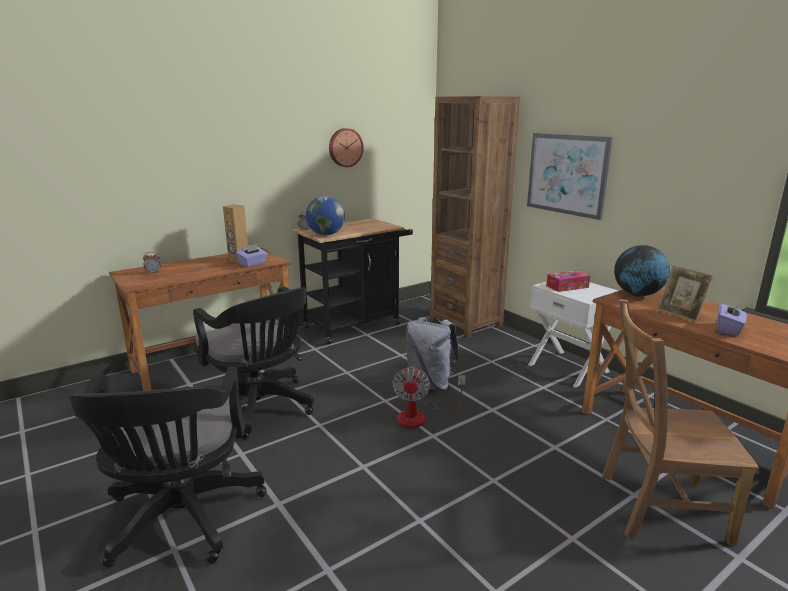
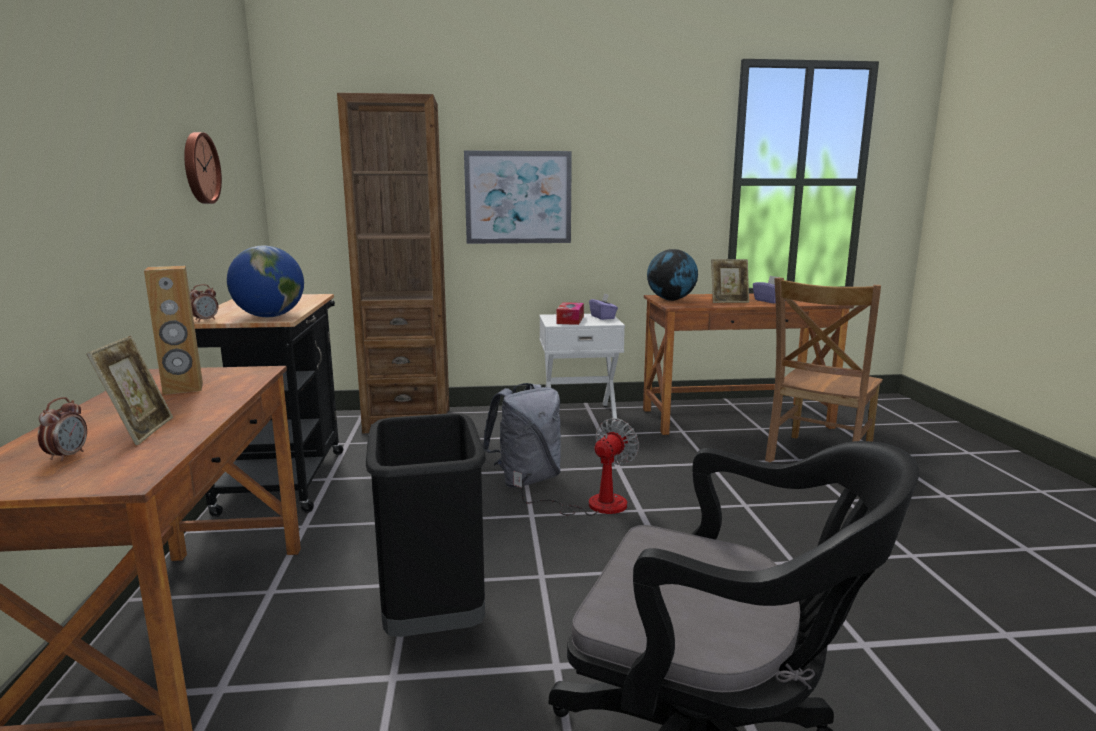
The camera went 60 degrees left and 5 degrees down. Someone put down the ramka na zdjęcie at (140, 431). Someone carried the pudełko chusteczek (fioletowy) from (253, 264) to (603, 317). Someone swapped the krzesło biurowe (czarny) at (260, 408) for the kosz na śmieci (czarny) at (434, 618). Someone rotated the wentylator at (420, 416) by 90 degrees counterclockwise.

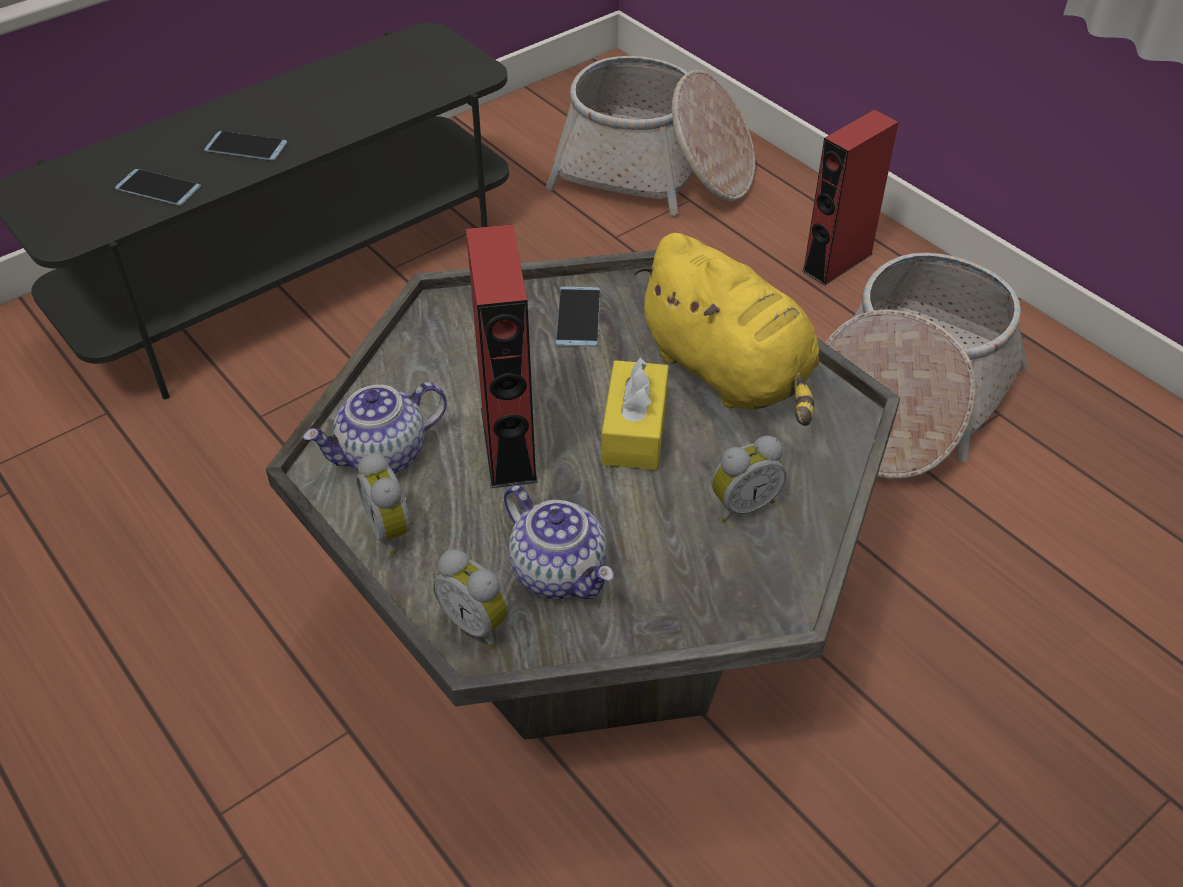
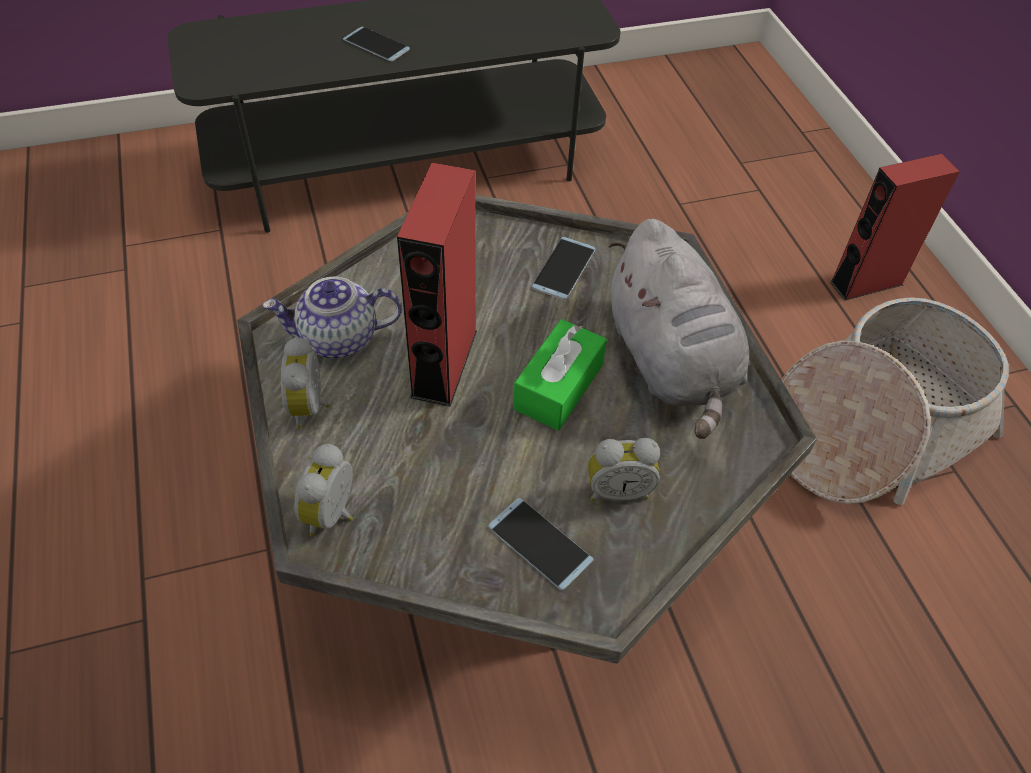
The camera went 20 degrees right and 5 degrees up. Someone took away the imbryk at (560, 572). Someone took away the koszyk at (654, 172). Someone carried the telefon from (158, 188) to (539, 543). Someone repainted the pudełko chusteczek (żółty) at (634, 430), which became the pudełko chusteczek (zielony) at (558, 387). Someone repainted the pluszak (żółty) at (730, 373), which became the pluszak (szary) at (671, 362). Someone rotated the budzik at (477, 622) by 45 degrees clockwise.

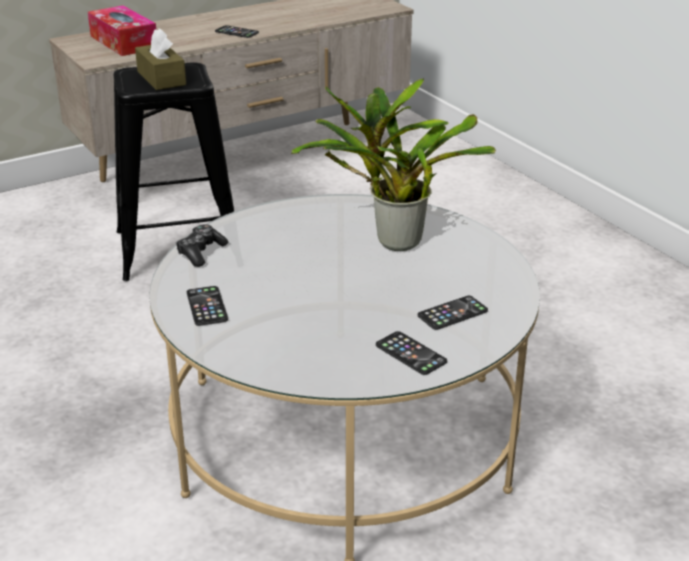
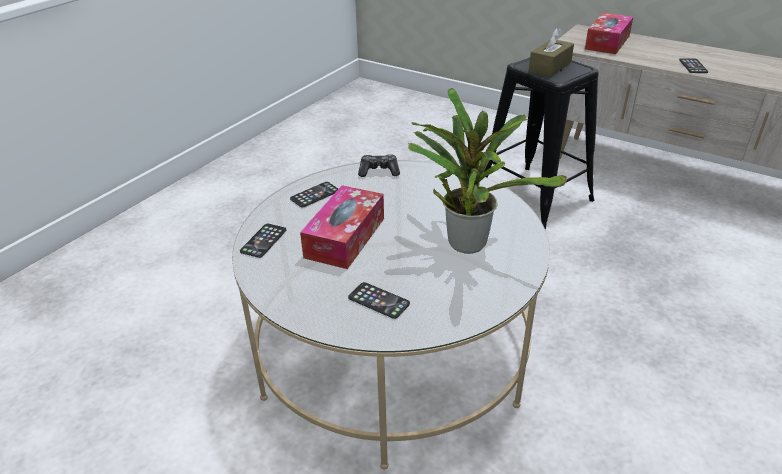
The camera went 65 degrees right and 5 degrees up. Someone put down the pudełko chusteczek at (345, 237). Someone carried the telefon from (410, 353) to (263, 241).

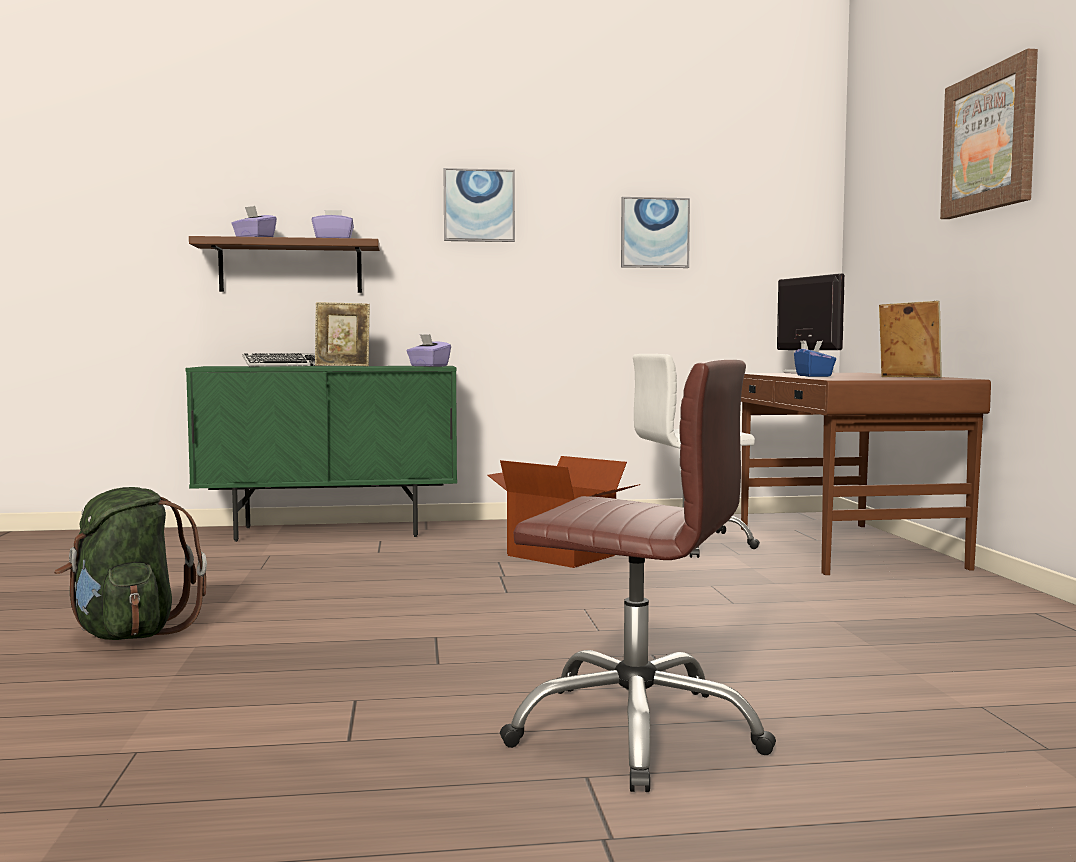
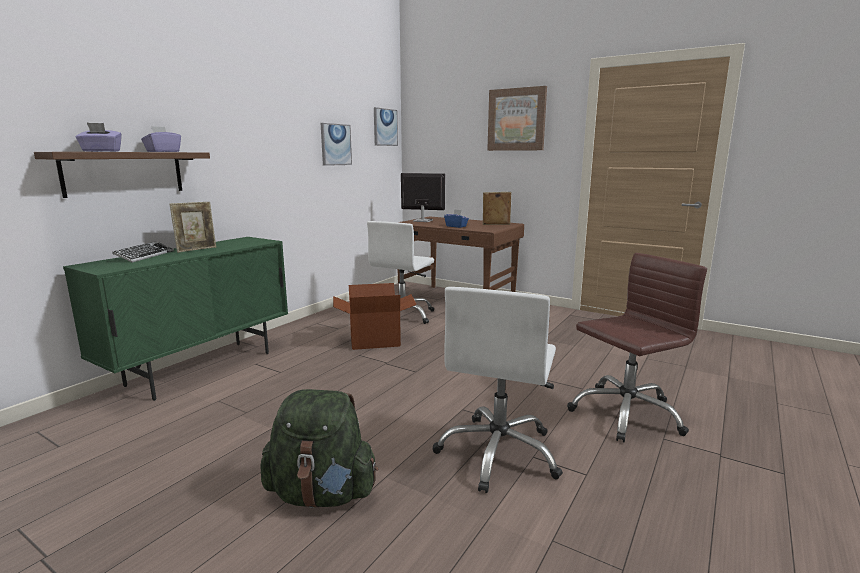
The camera went 50 degrees left and 10 degrees up. Someone took away the pudełko chusteczek (fioletowy) at (428, 366). Someone put down the krzesło biurowe (biały) at (499, 453). Someone carried the obraz from (479, 205) to (385, 127).

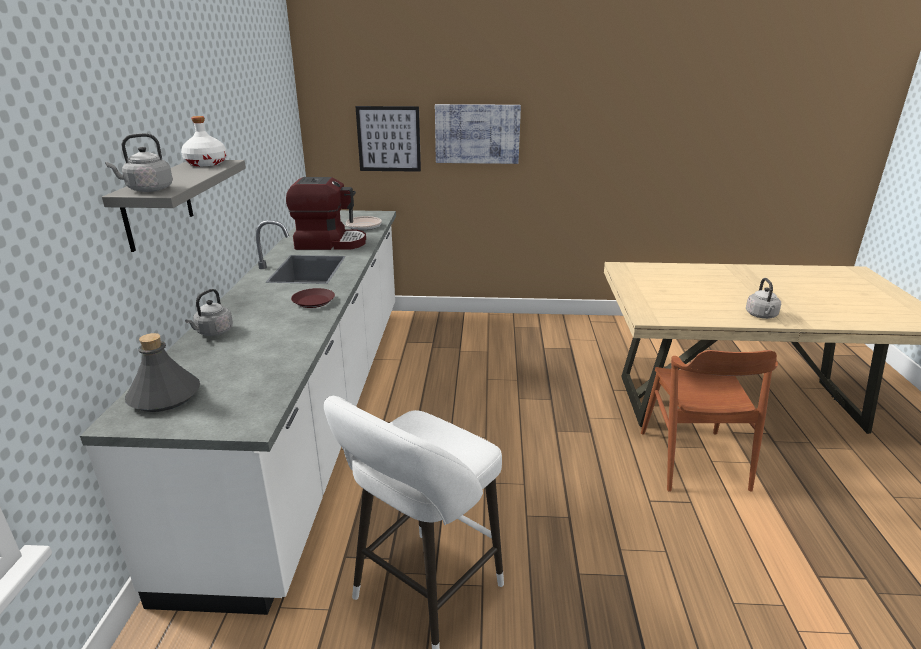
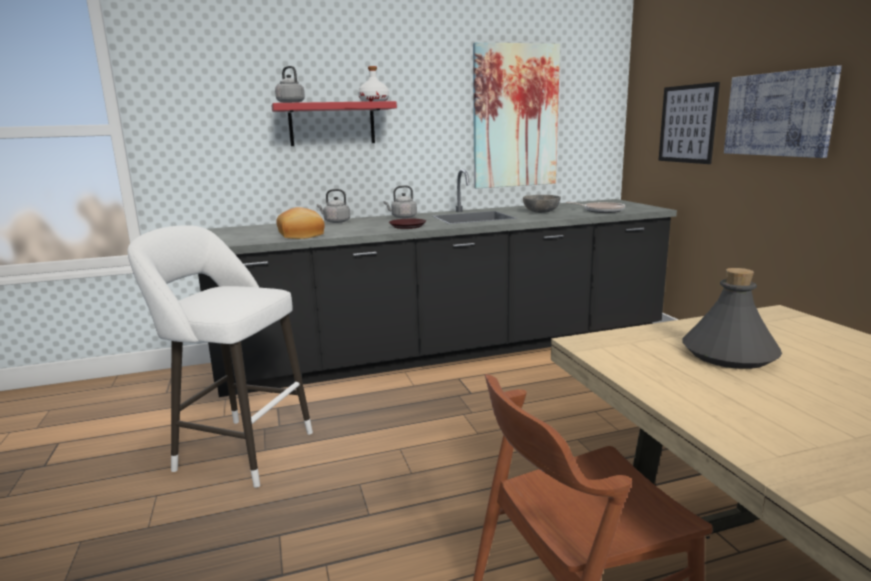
The camera went 70 degrees right and 10 degrees down. Someone put down the chleb at (302, 234). Someone put up the obraz at (515, 117). Someone carried the butelka (szary) from (164, 396) to (728, 354). Someone carried the czajnik (szary) from (761, 316) to (402, 217). Someone swapped the ekspres do kawy at (330, 243) for the miska (szary) at (541, 212). Someone repainted the zabudowa kuchenna (biały) at (315, 410), which became the zabudowa kuchenna (czarny) at (449, 349). Someone repainted the półka (szary) at (158, 204), which became the półka (czerwony) at (332, 124).

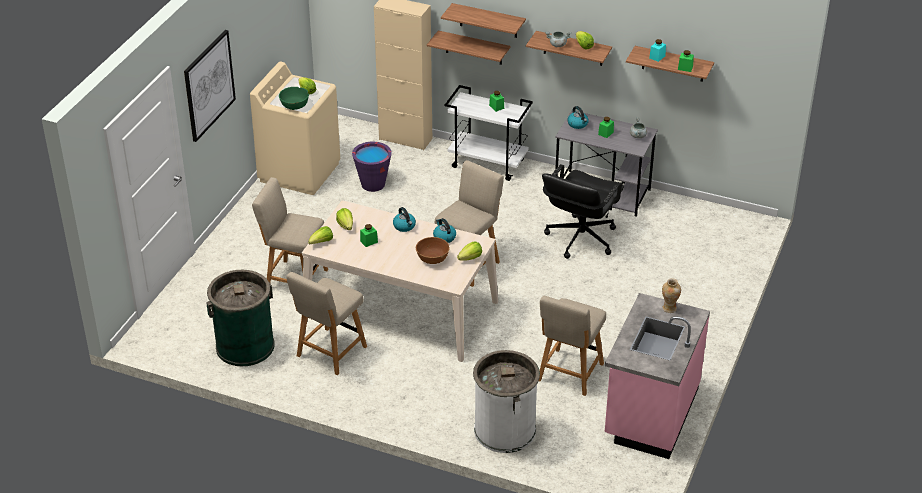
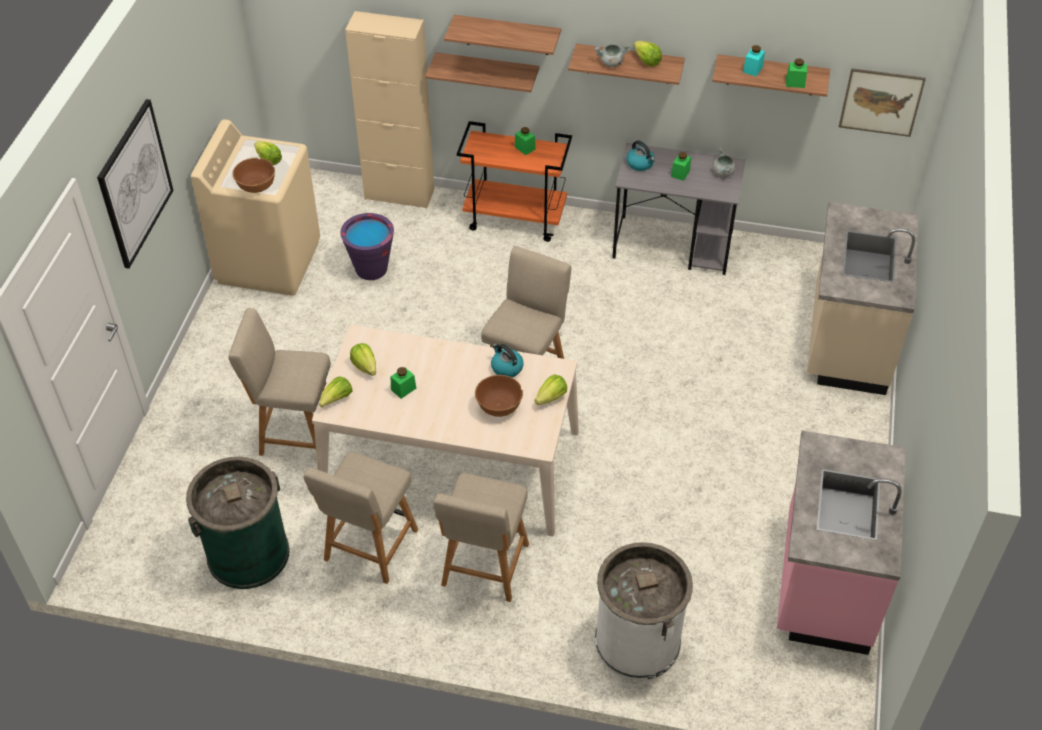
The camera went 10 degrees left and 10 degrees up. Someone took away the czajnik at (404, 226). Someone took away the krzesło biurowe (czarny) at (580, 238). Someone took away the wazon at (669, 308). Someone put down the zabudowa kuchenna (beżowy) at (846, 341). Someone put up the obraz at (881, 102). Someone carried the krzesło (beżowy) from (569, 374) to (484, 568). Someone repainted the miska (zielony) at (294, 106), which became the miska (brązowy) at (256, 186). Someone repainted the wózek (biały) at (488, 163), which became the wózek (pomarańczowy) at (516, 218).

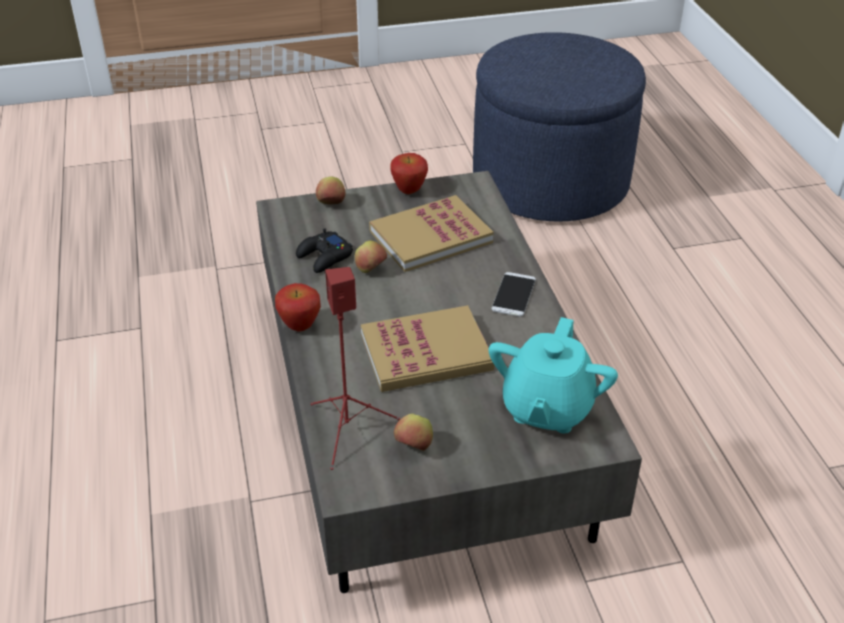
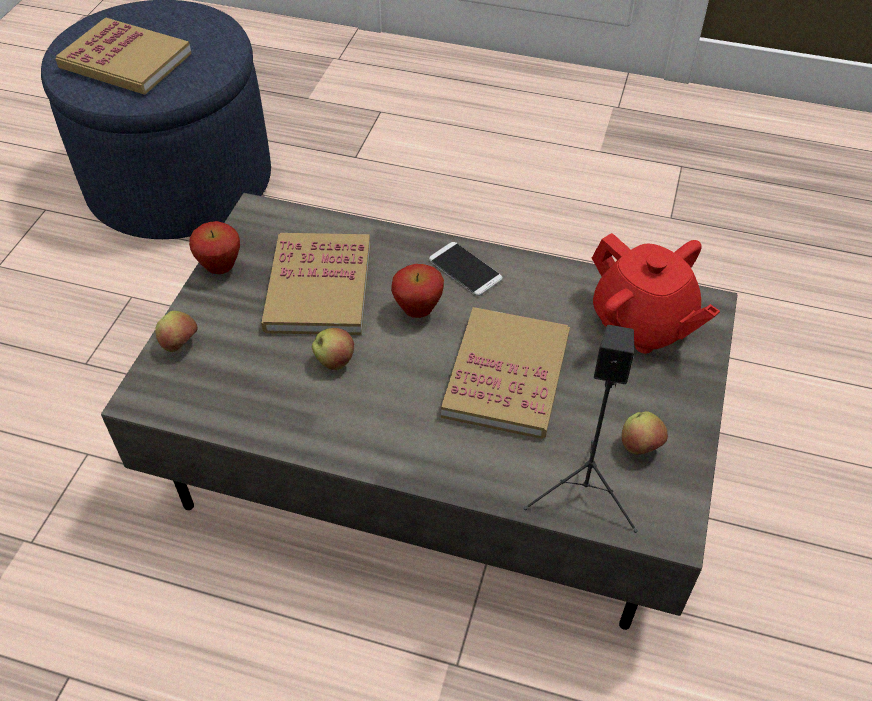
The camera went 60 degrees left and 10 degrees up. Someone took away the pad do gier (czarny) at (324, 257). Someone put down the książka at (125, 61). Someone carried the jabłko from (300, 326) to (418, 311). Someone repainted the głośnik (czerwony) at (347, 431), which became the głośnik (czarny) at (585, 493). Someone repainted the imbryk (turkusowy) at (546, 408), which became the imbryk (czerwony) at (642, 323).

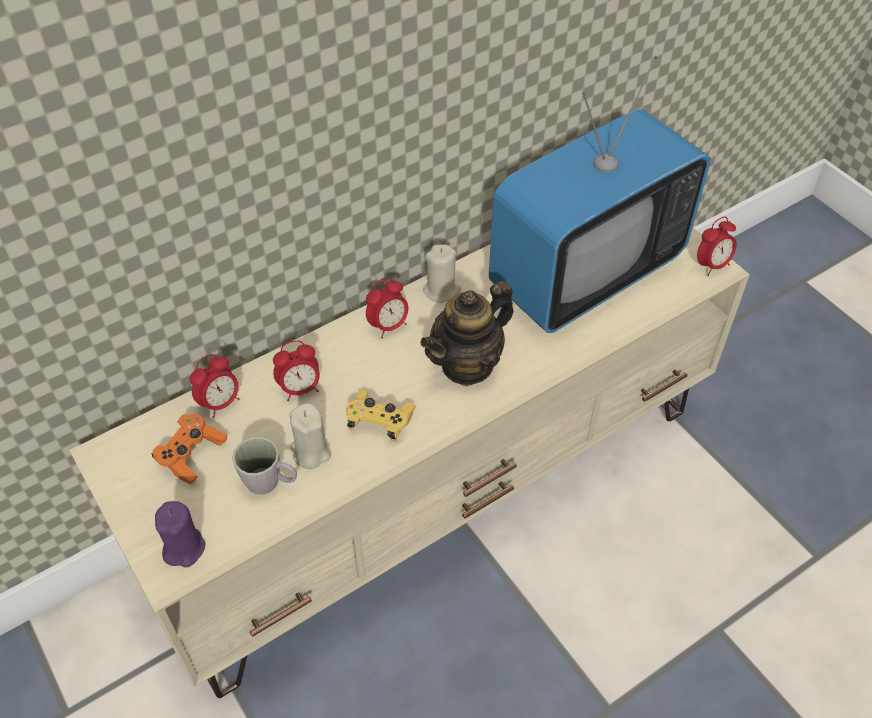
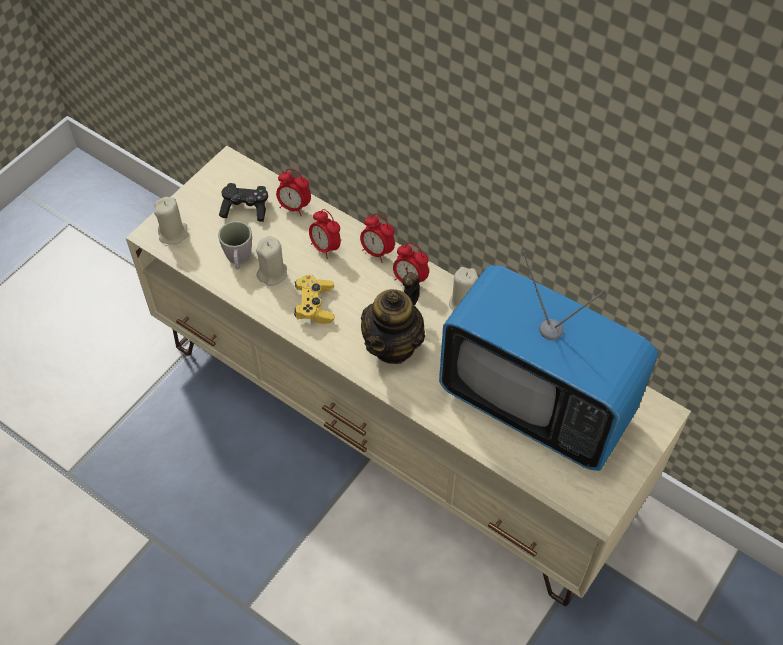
The camera went 70 degrees right and 5 degrees up. Someone carried the budzik from (712, 265) to (377, 252). Someone repainted the pad do gier (pomarańczowy) at (191, 455), which became the pad do gier (czarny) at (245, 208). Someone repainted the świeca (fioletowy) at (184, 548), which became the świeca (beżowy) at (173, 234). Someone rotated the imbryk at (467, 364) by 90 degrees counterclockwise.

